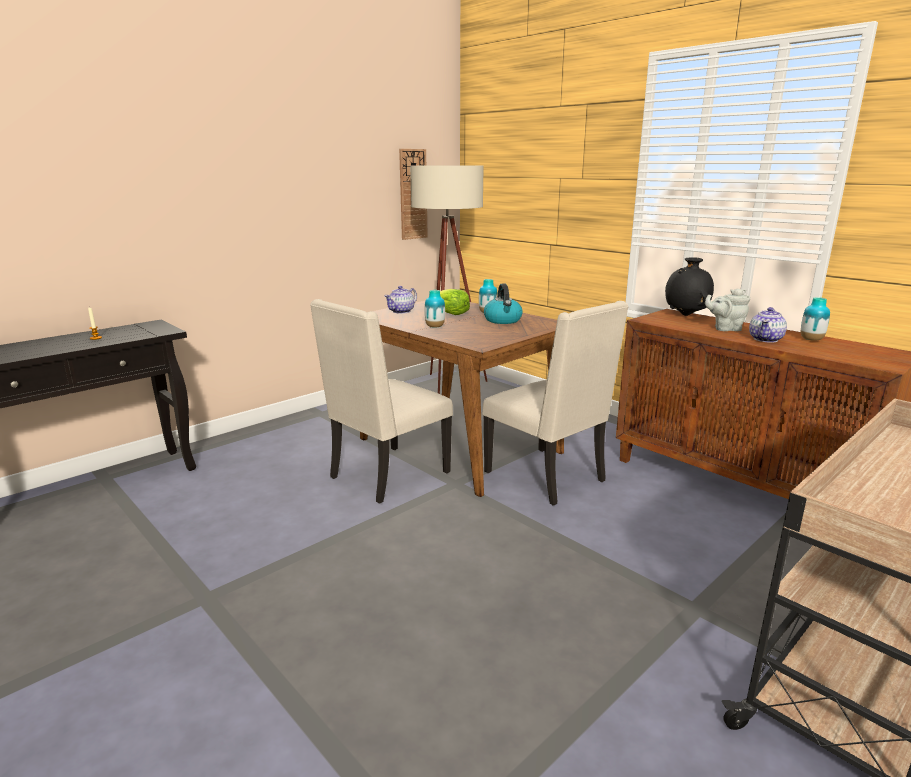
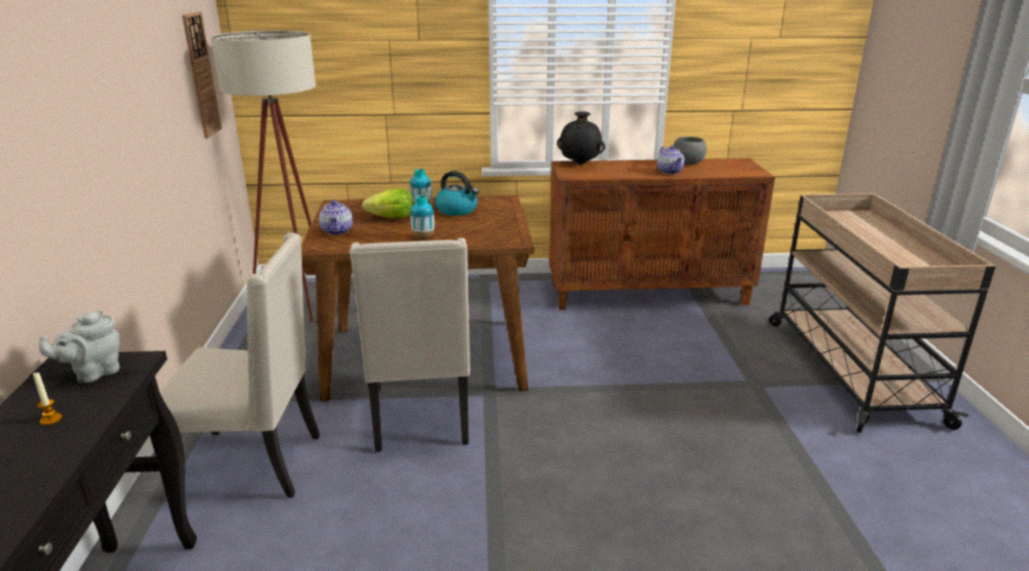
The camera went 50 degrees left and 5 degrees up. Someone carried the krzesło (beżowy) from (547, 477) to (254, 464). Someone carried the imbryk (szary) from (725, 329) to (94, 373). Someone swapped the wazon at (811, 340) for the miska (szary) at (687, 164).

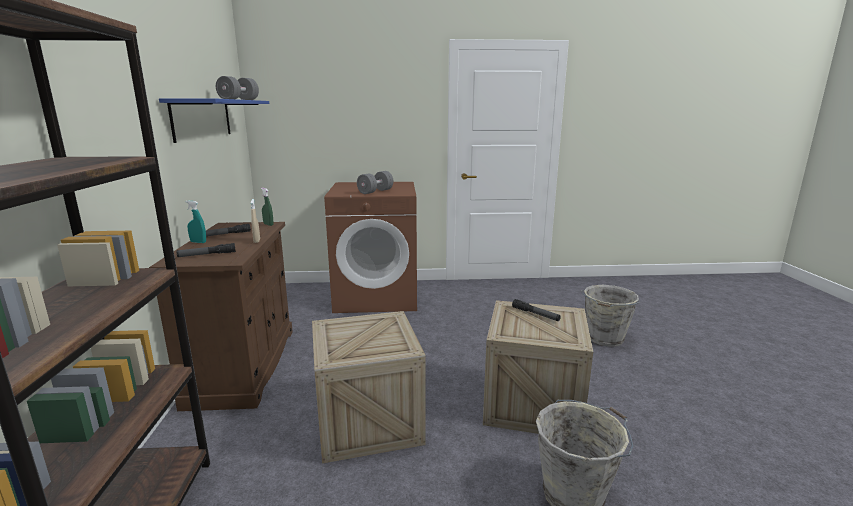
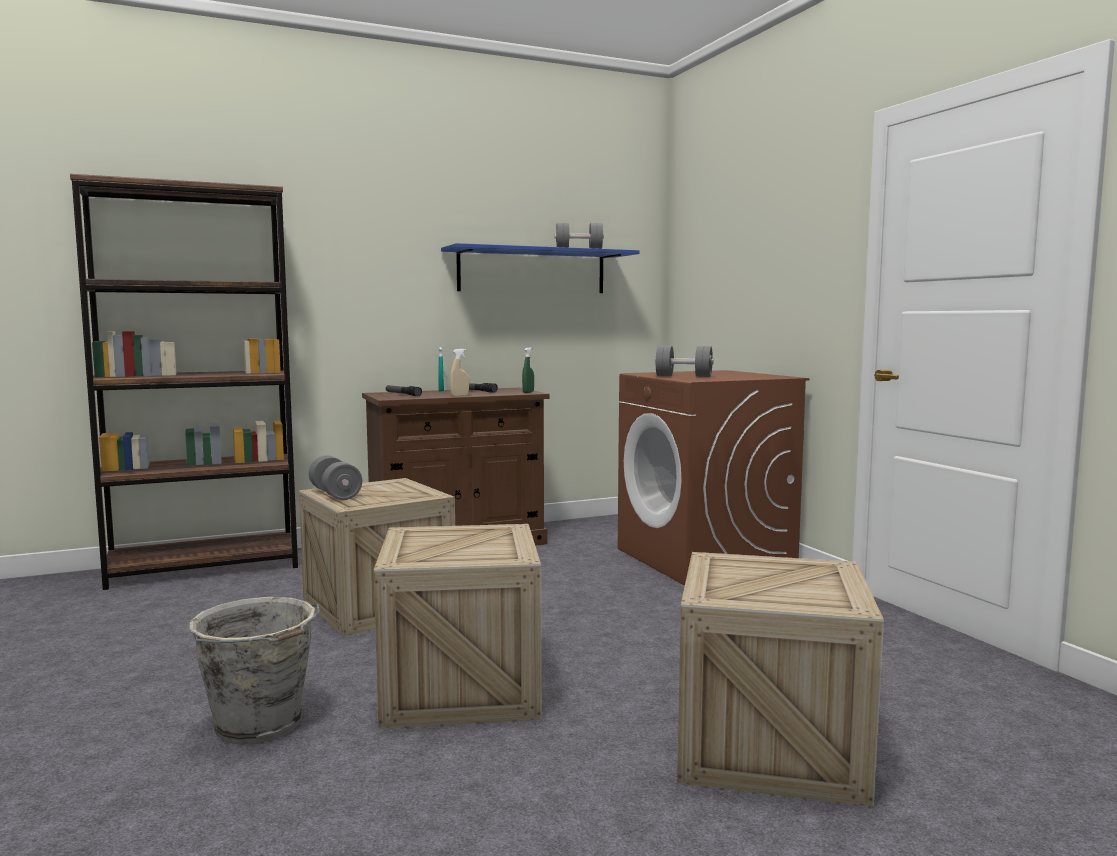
The camera went 70 degrees right and 10 degrees down. Someone took away the latarka at (535, 314). Someone put down the hantel (szary) at (335, 494). Someone swapped the wiadro (szary) at (604, 339) for the skrzynka at (769, 746).

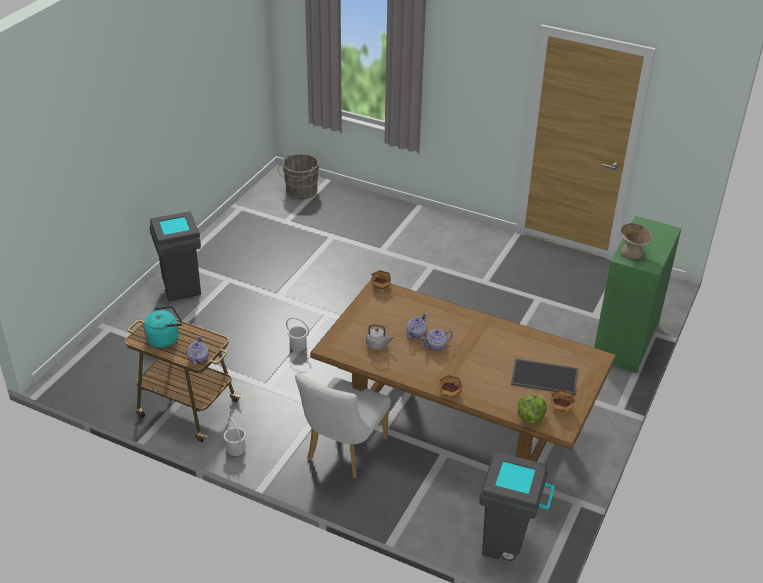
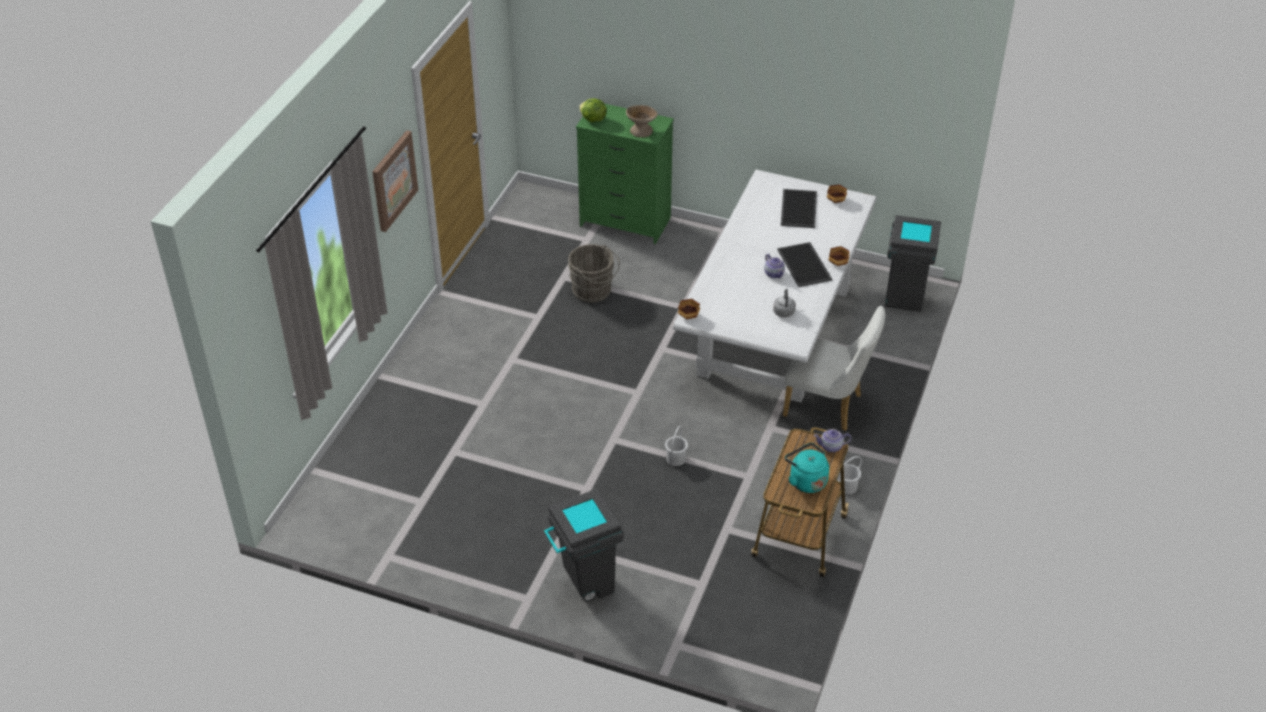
The camera went 95 degrees left and 5 degrees up. Someone took away the imbryk at (416, 333). Someone put up the obraz at (393, 180). Someone put down the taca at (805, 265). Someone carried the wiadro (szary) from (300, 192) to (593, 291). Someone carried the sałata from (530, 417) to (593, 119). Someone repainted the stół jadalny (brązowy) at (455, 427), which became the stół jadalny (biały) at (774, 332).

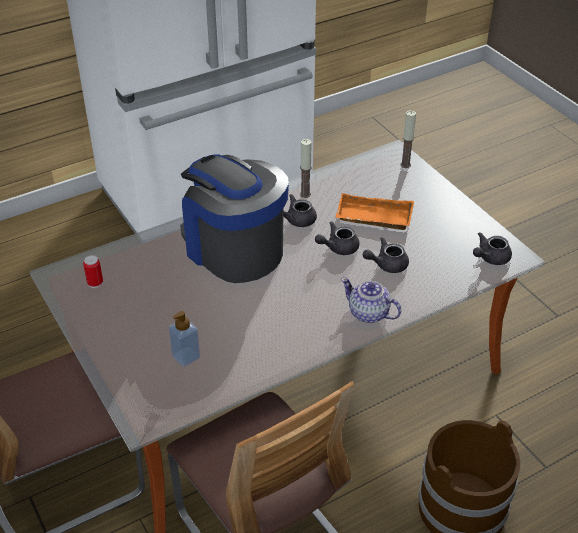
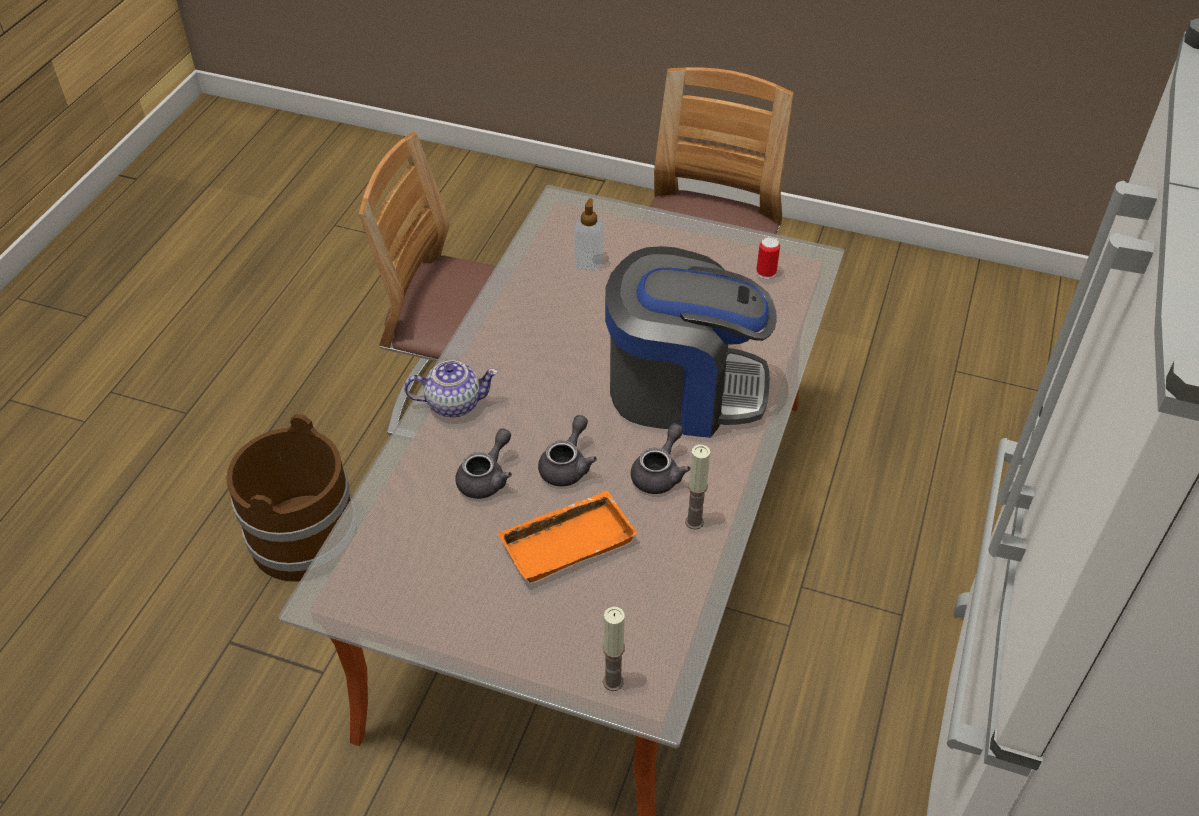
The camera went 140 degrees right and 5 degrees up. Someone took away the imbryk (szary) at (490, 258).

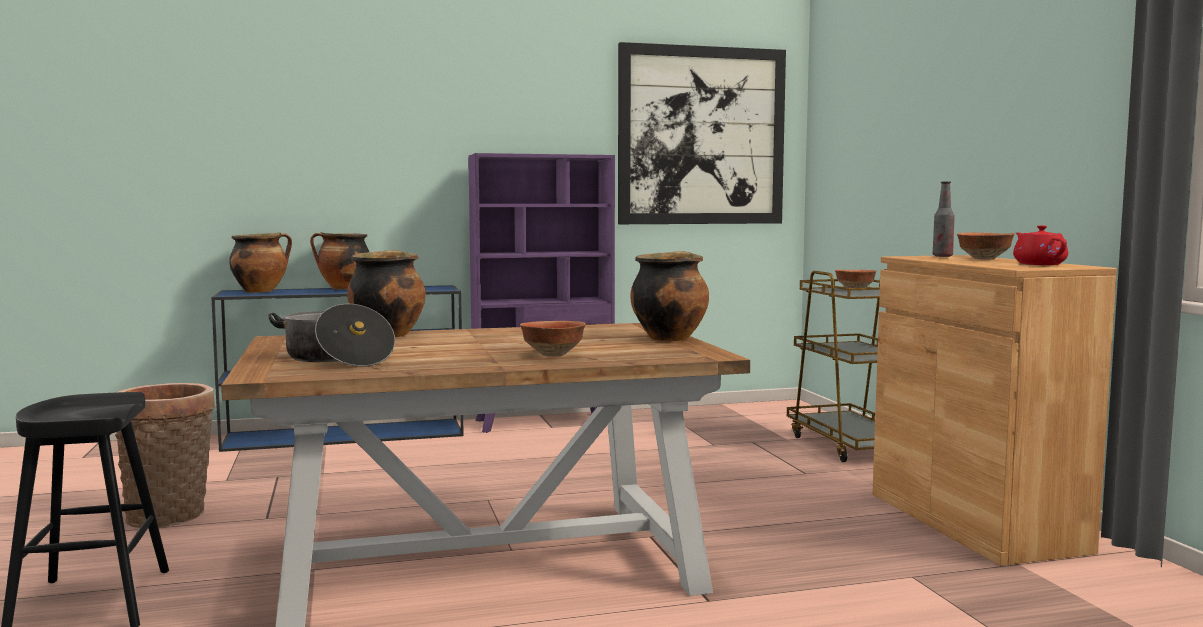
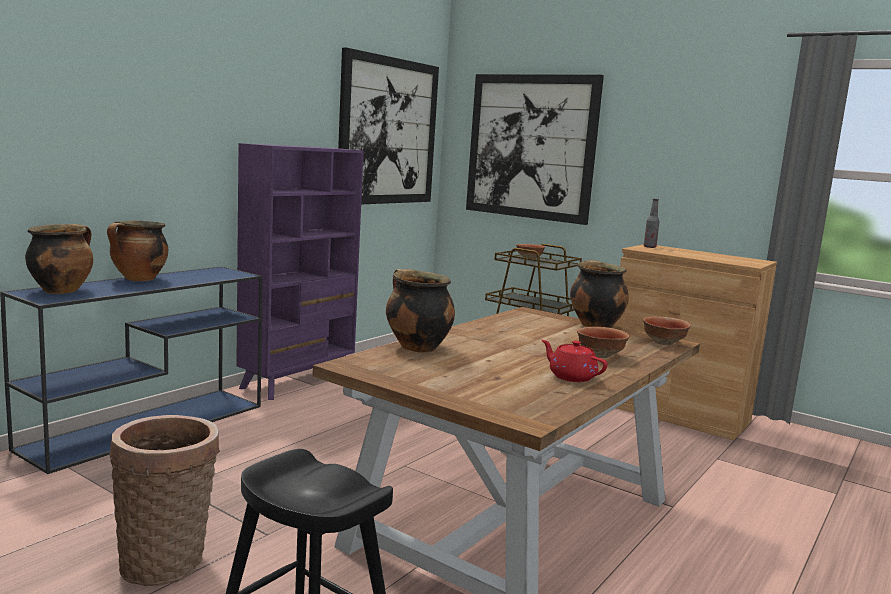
The camera went 40 degrees left and 5 degrees up. Someone took away the garnek at (336, 359). Someone put up the obraz at (531, 147). Someone carried the miska from (985, 259) to (664, 343). Someone carried the imbryk (czerwony) from (1038, 264) to (571, 377).

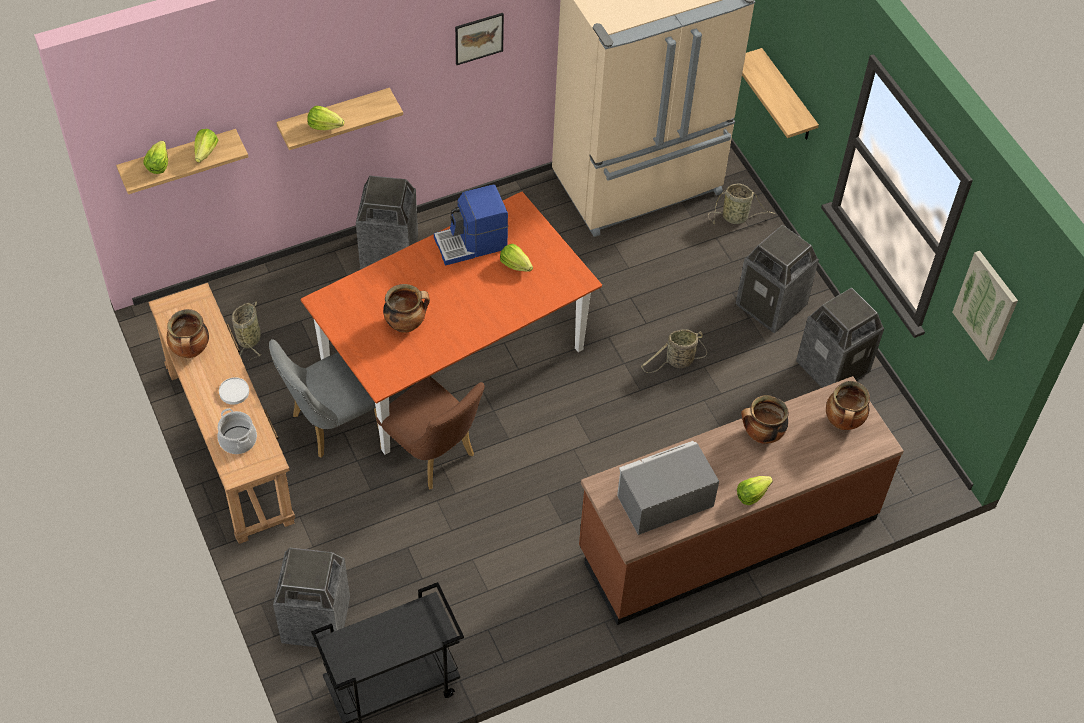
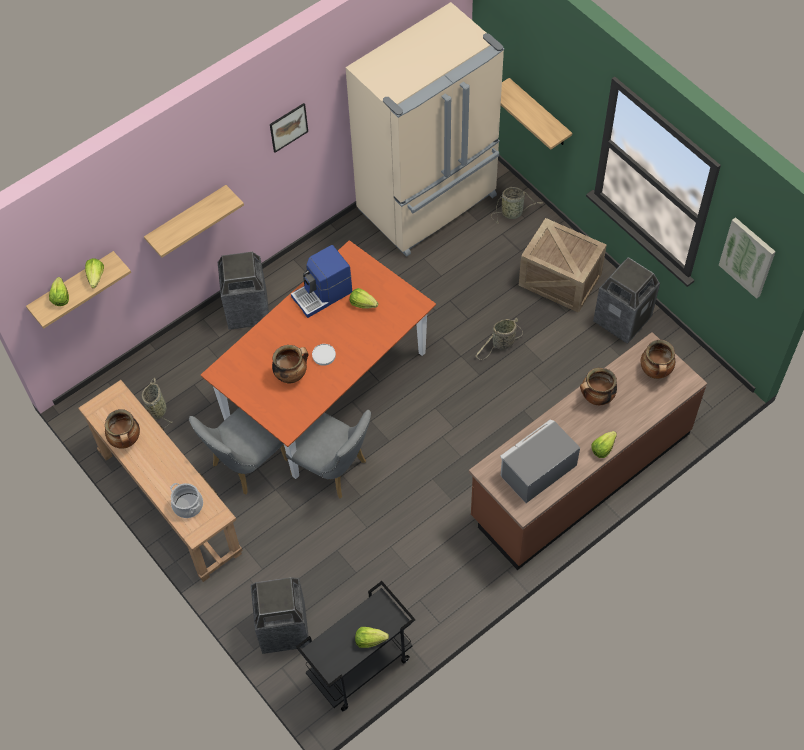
The camera went 10 degrees left and 5 degrees up. Someone carried the talerz (biały) from (234, 392) to (324, 355). Someone carried the sałata from (324, 126) to (370, 640). Someone swapped the kosz na śmieci at (771, 305) for the skrzynka at (561, 280). Someone repainted the krzesło (brązowy) at (433, 455), which became the krzesło (szary) at (334, 470).

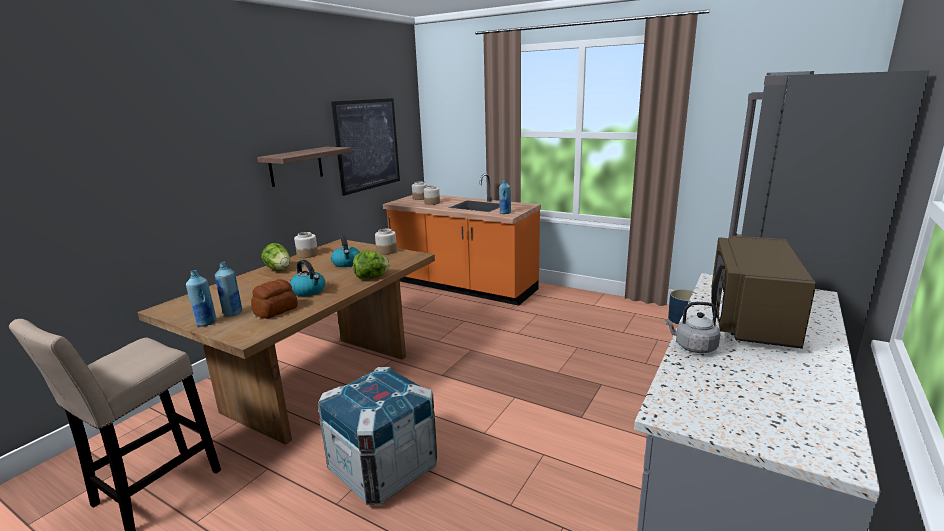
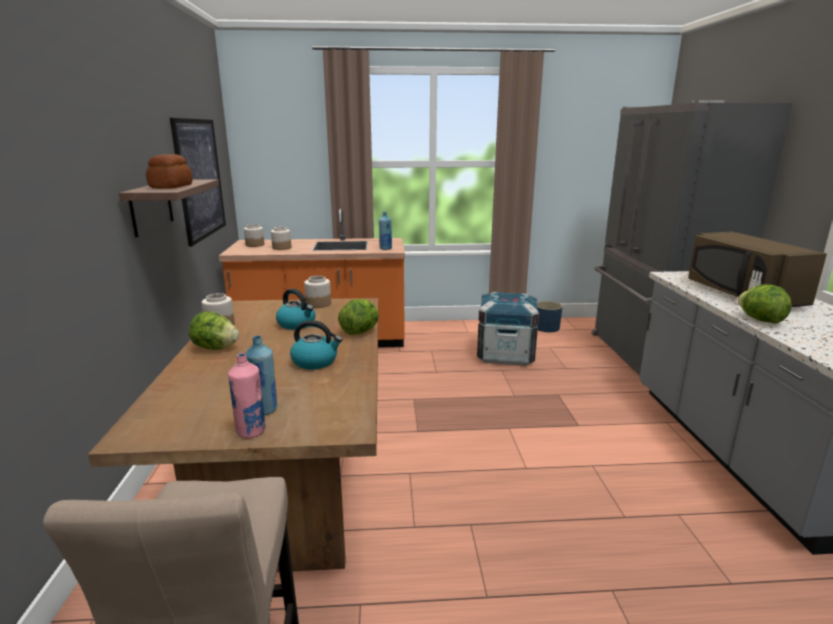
The camera went 35 degrees left and 0 degrees up. Someone carried the chleb from (276, 310) to (172, 186). Someone carried the skrzynka from (383, 468) to (505, 354). Someone swapped the czajnik (szary) at (693, 347) for the sałata at (760, 320). Someone repainted the butelka (niebieski) at (206, 323), which became the butelka (różowy) at (251, 432).

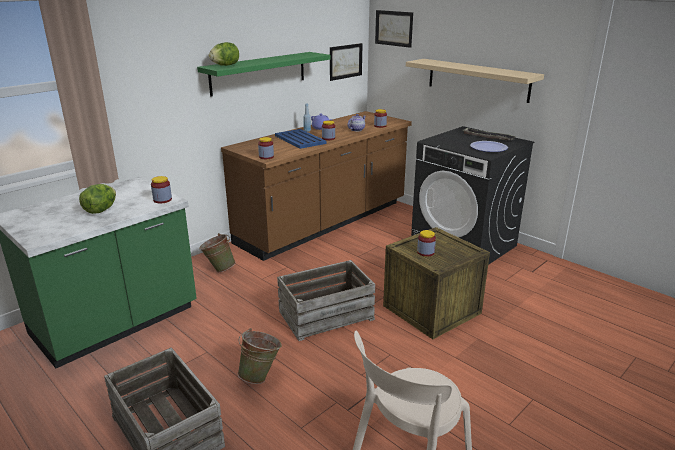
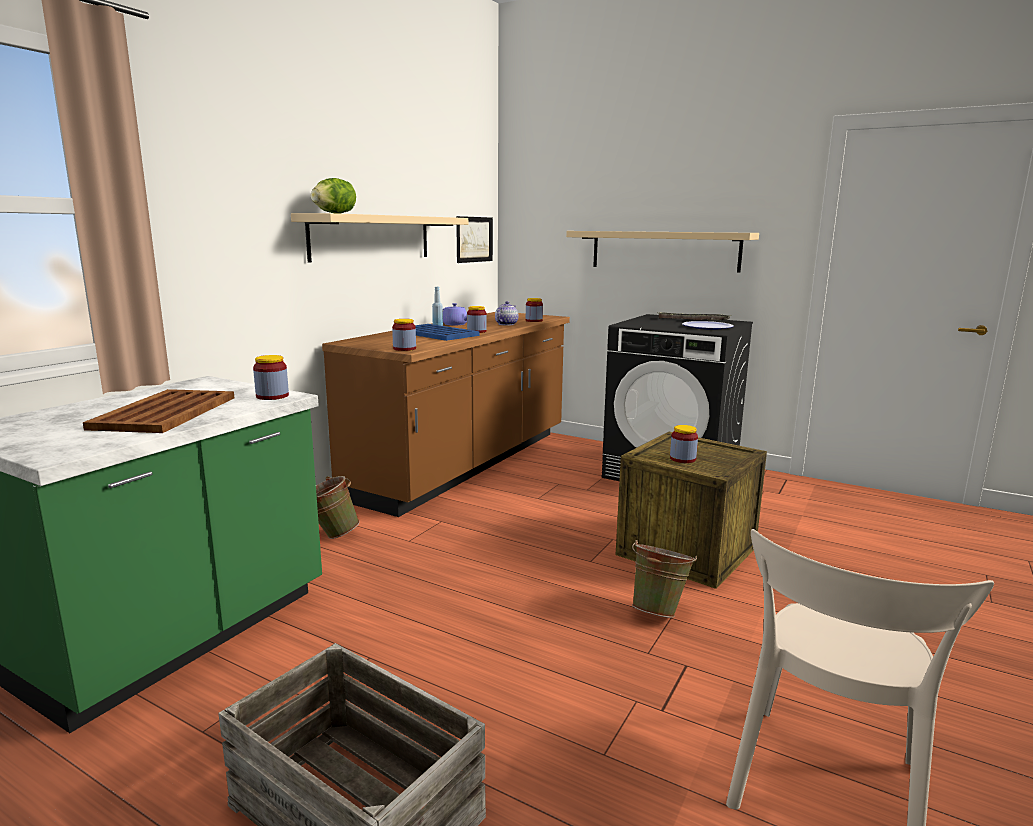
The camera went 15 degrees left and 10 degrees down. Someone took away the skrzynka at (326, 315). Someone took away the obraz at (393, 28). Someone carried the wiadro (zielony) from (261, 375) to (659, 610). Someone swapped the sałata at (101, 210) for the taca (brązowy) at (164, 413). Someone repainted the półka (zielony) at (258, 73), which became the półka (beżowy) at (372, 237).

